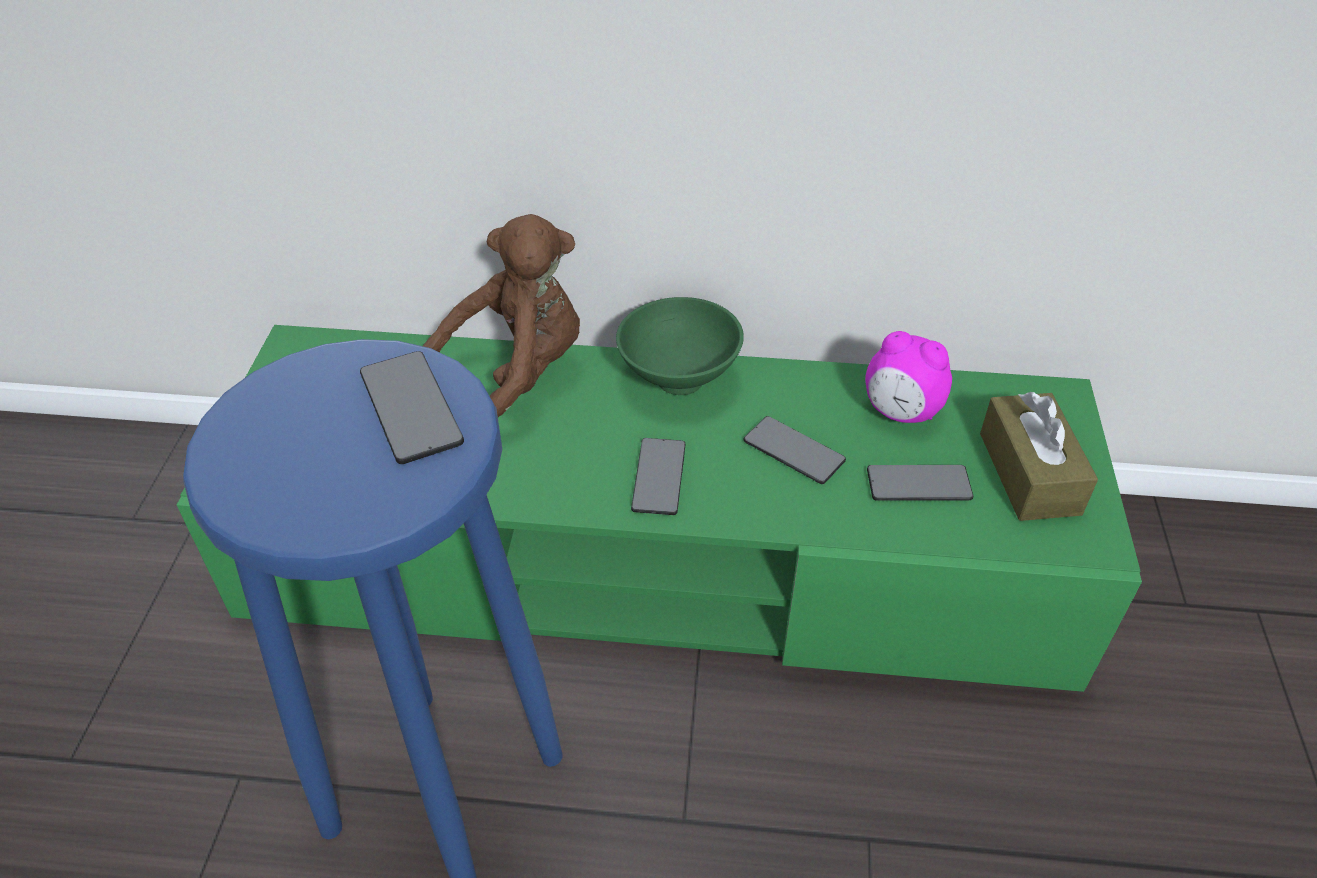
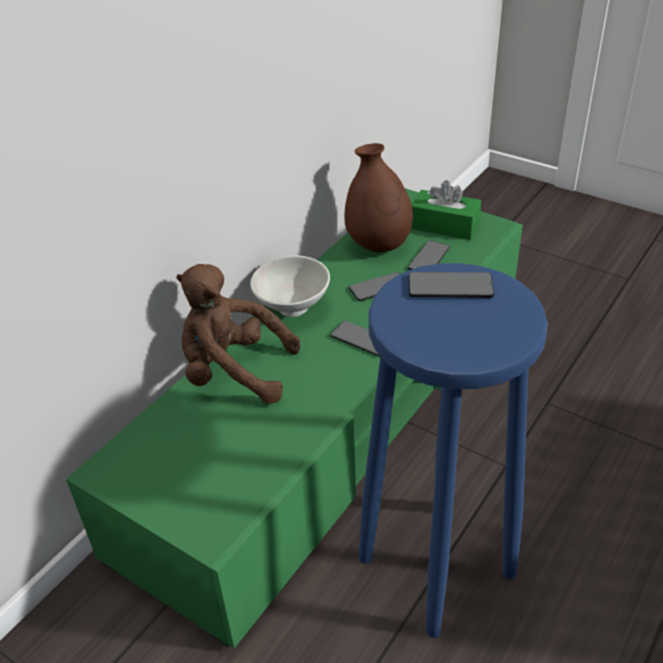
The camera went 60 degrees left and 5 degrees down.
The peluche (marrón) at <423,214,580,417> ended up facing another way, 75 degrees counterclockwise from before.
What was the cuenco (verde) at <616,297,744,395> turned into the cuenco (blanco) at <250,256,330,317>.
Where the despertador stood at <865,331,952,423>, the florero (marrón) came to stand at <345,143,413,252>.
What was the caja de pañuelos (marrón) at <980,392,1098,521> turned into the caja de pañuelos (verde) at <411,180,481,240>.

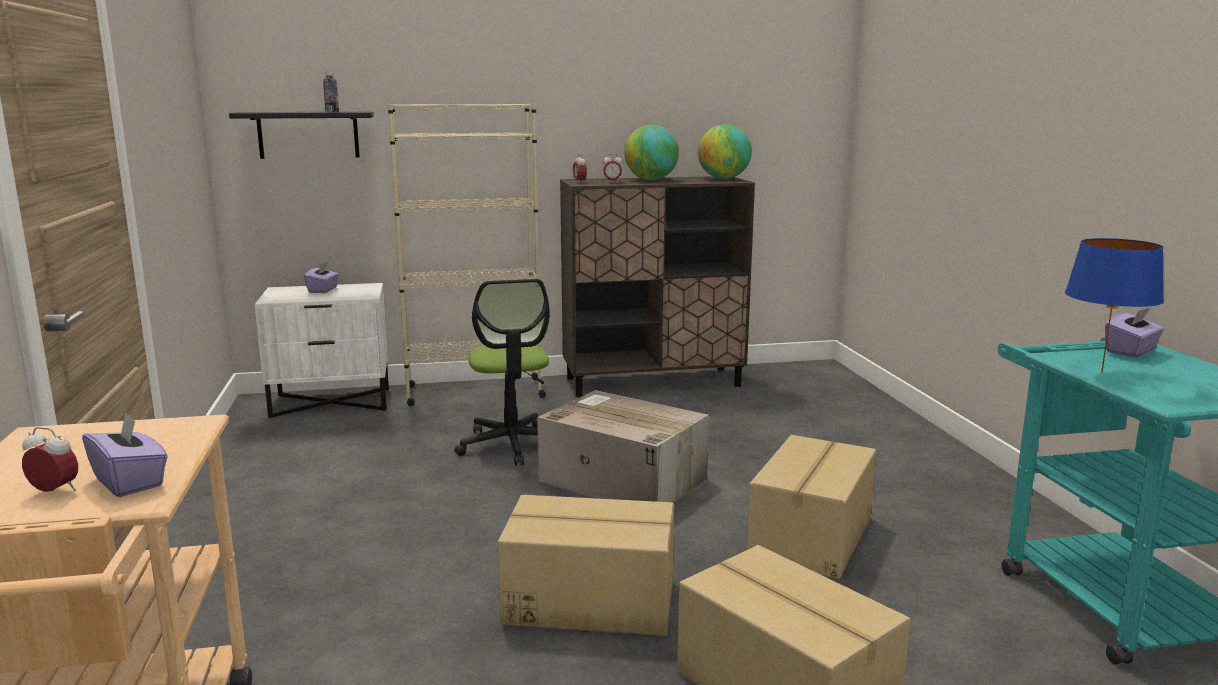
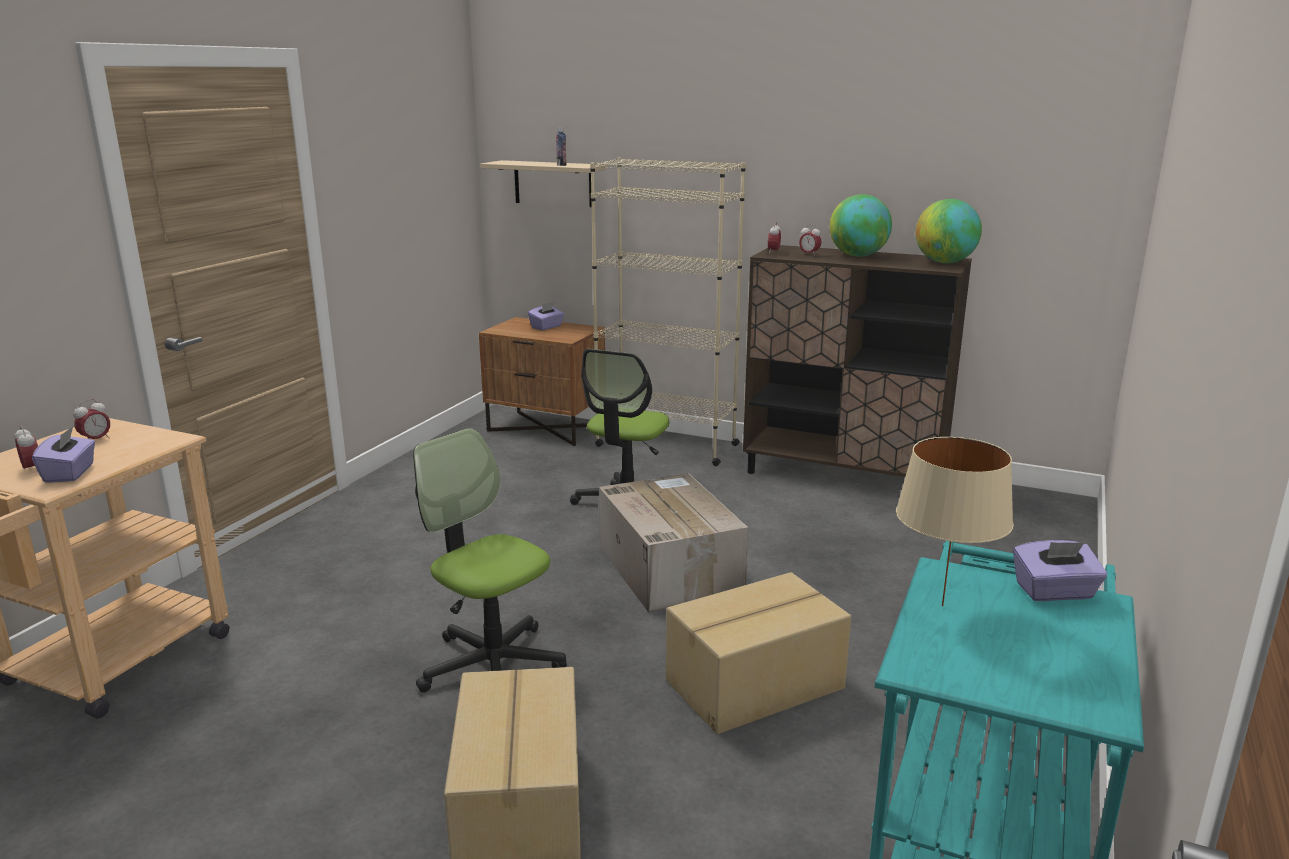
The camera went 35 degrees right and 5 degrees up.
What was the estante (negro) at <229,112,374,159> turned into the estante (beis) at <481,160,607,207>.
What was the lámpara de mesa (azul) at <1065,238,1164,373> turned into the lámpara de mesa (beis) at <896,437,1014,606>.
What was the mesita de noche (blanco) at <255,283,389,418> turned into the mesita de noche (marrón) at <479,317,605,446>.
Where the caja de cartón stood at <498,495,674,636>, the silla de oficina came to stand at <413,428,567,693>.
The second view gained the despertador at <73,399,110,439>.

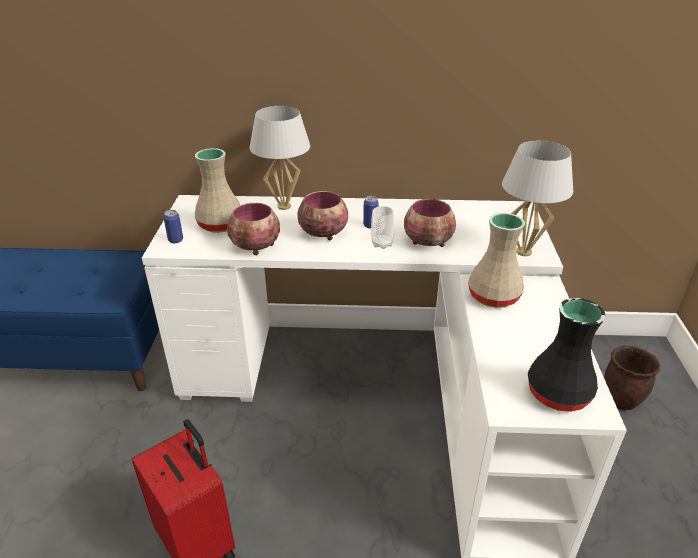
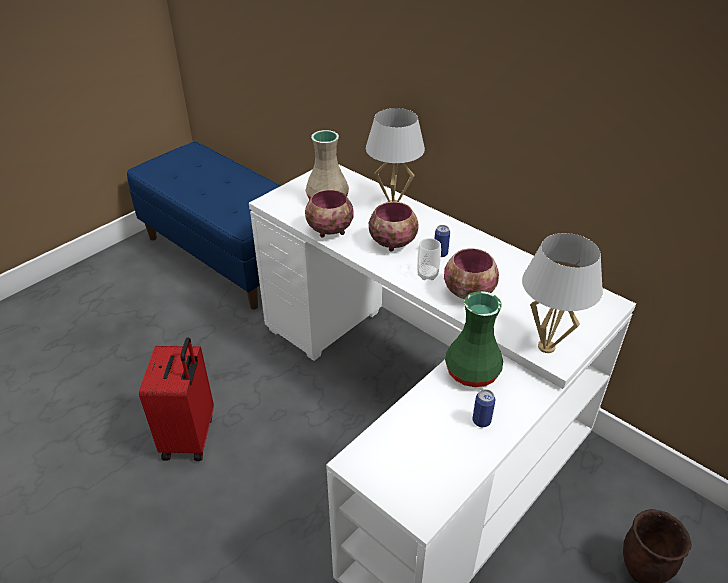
The camera went 40 degrees right and 5 degrees up.
The lata ended up elsewhere, having gone from <163,210,183,243> to <472,389,496,427>.
What was the florero (beis) at <468,213,525,308> turned into the florero (verde) at <445,291,503,387>.
The second view lost the florero (negro) at <528,298,606,412>.

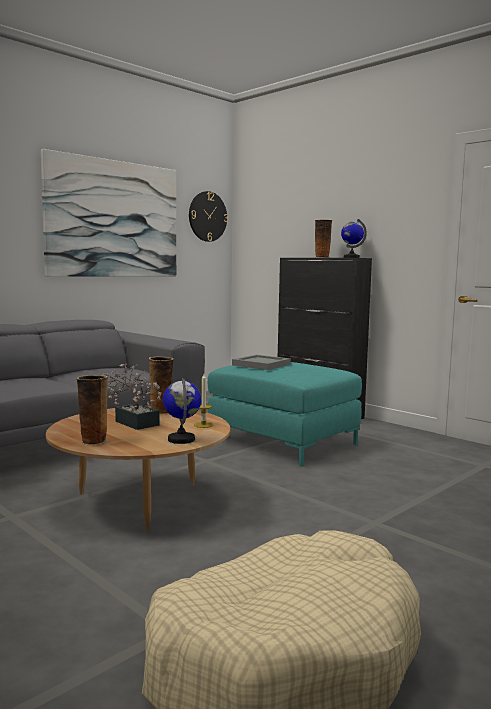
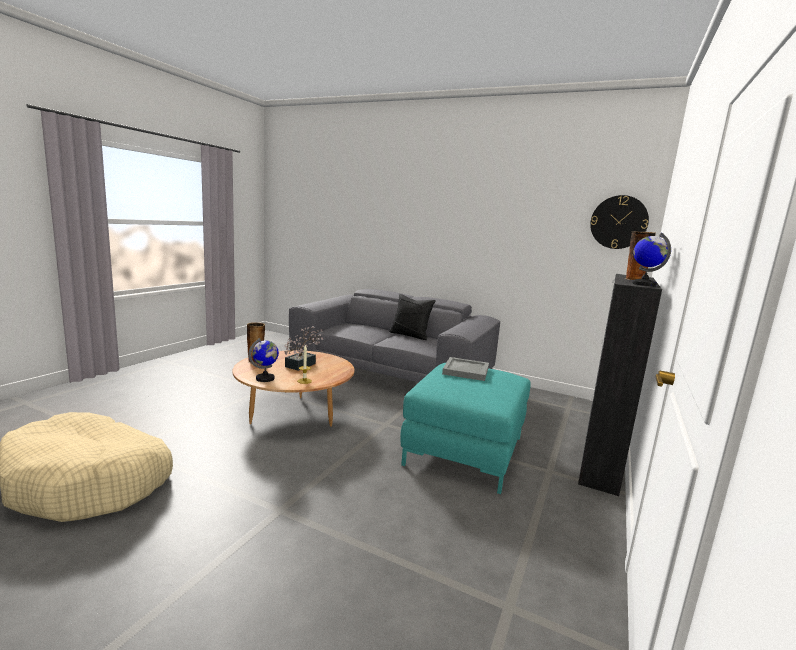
The camera went 70 degrees right and 5 degrees up.
The second view lost the cuadro at <41,149,176,277>.
The second view lost the florero at <149,356,174,414>.
The second view gained the cojín (negro) at <389,294,436,340>.

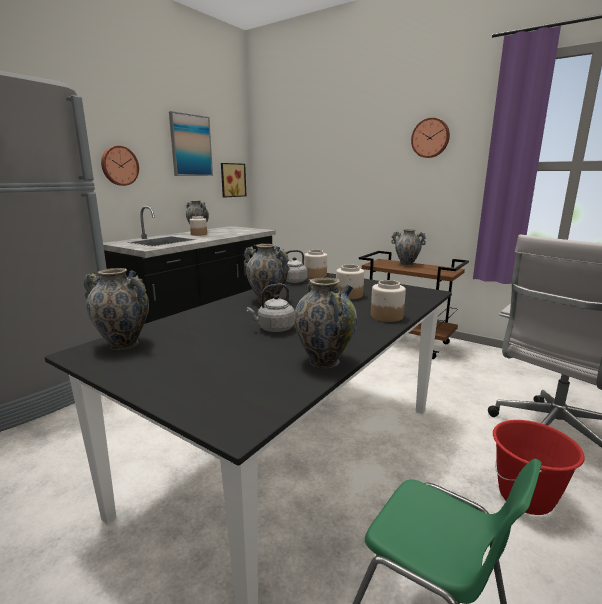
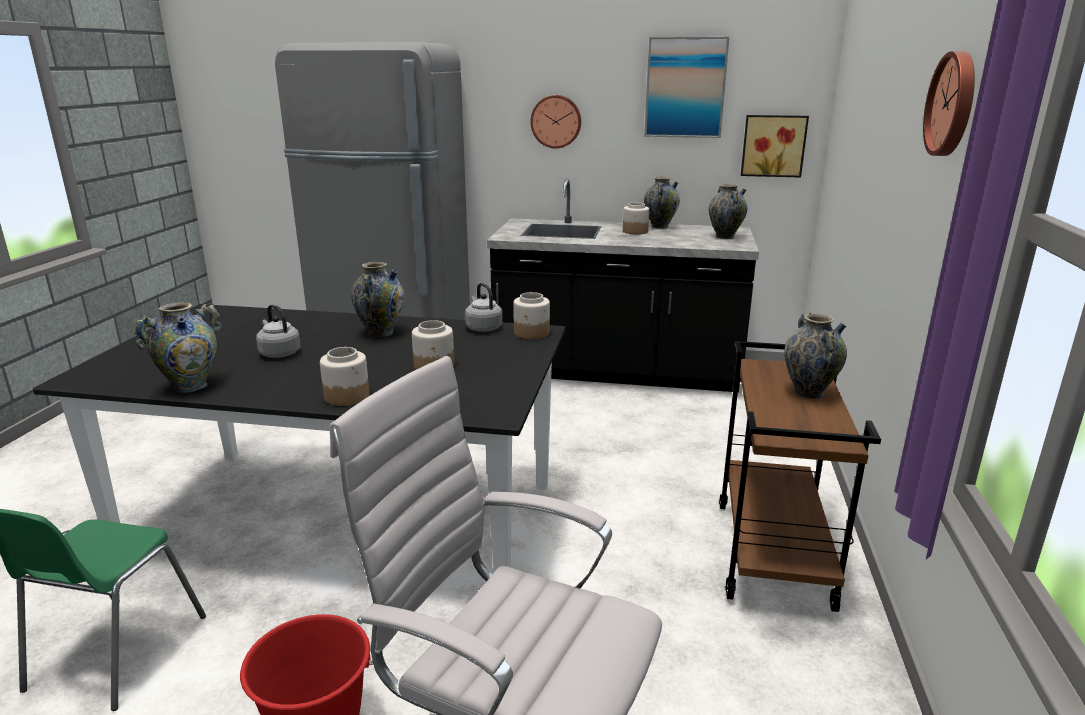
The camera went 65 degrees right and 5 degrees up.
The florero ended up elsewhere, having gone from <84,268,149,350> to <709,184,747,239>.

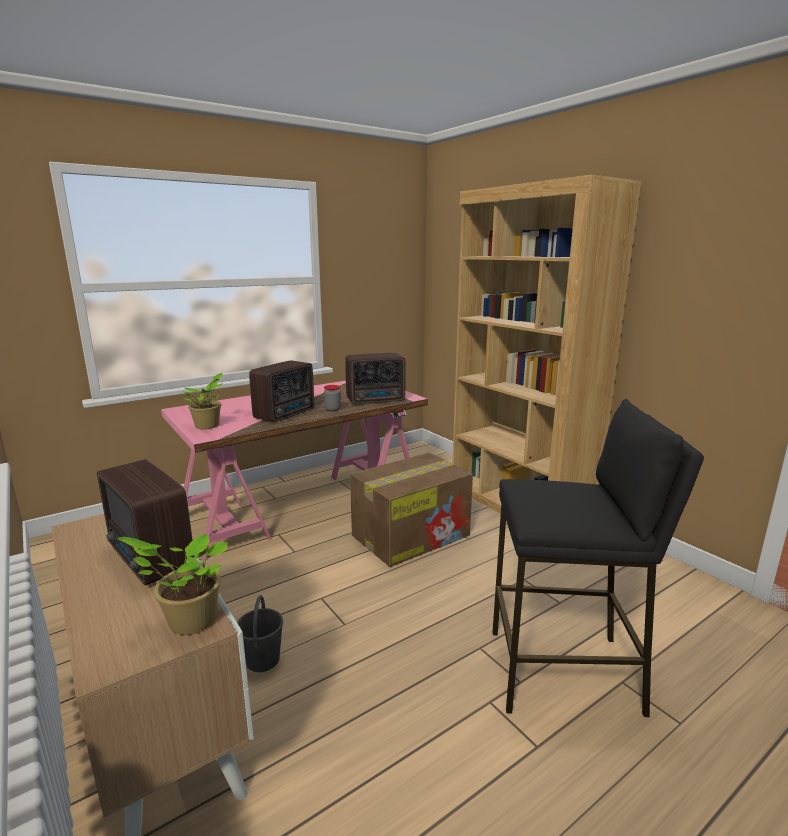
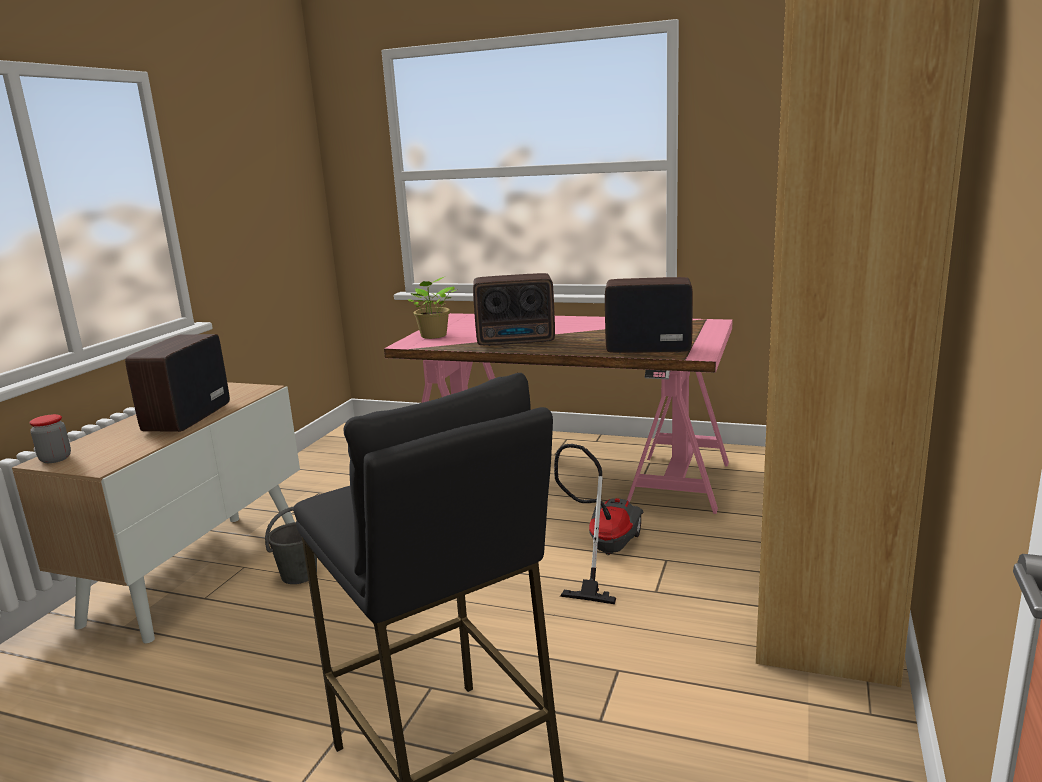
The camera went 55 degrees right and 0 degrees up.
The radio at <345,353,406,404> ended up facing another way, 150 degrees clockwise from before.
The tarro ended up elsewhere, having gone from <324,385,341,411> to <29,414,71,463>.
Where the caja de cartón stood at <350,453,473,567>, the aspiradora came to stand at <554,444,644,604>.
The second view lost the planta en maceta at <117,533,228,635>.

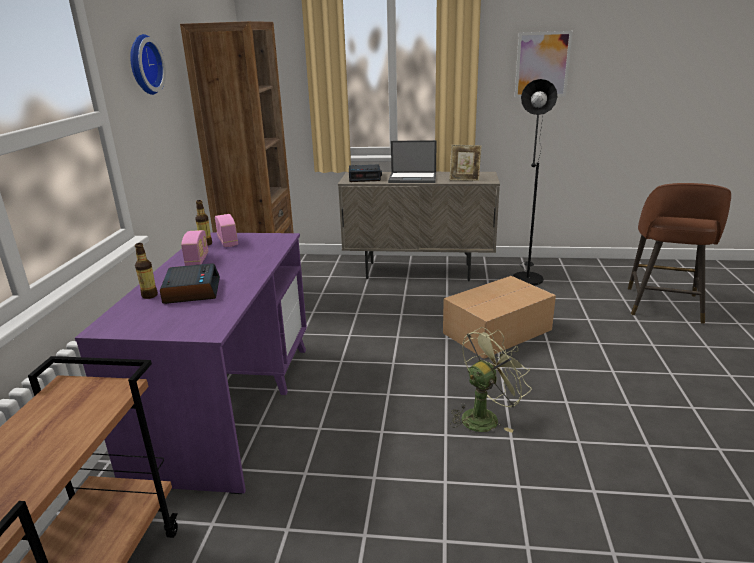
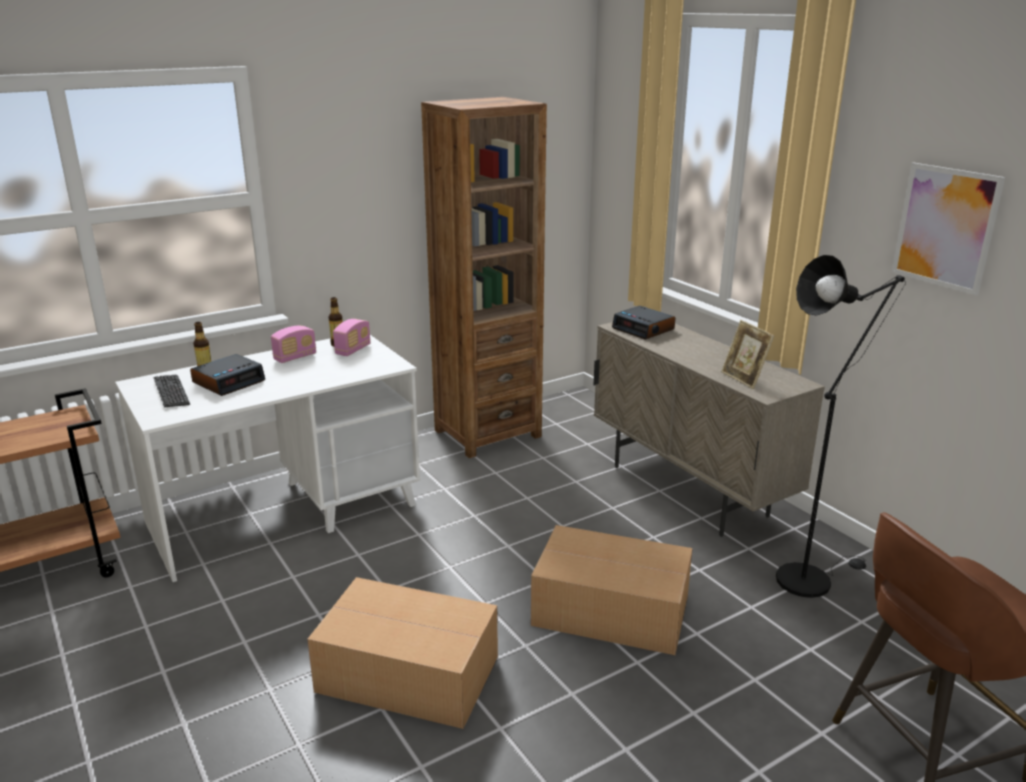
The camera went 50 degrees right and 0 degrees up.
The second view lost the reloj de pared at <130,34,166,95>.
The second view lost the portátil at <388,140,437,183>.
What was the escritorio (morado) at <75,232,307,494> turned into the escritorio (blanco) at <115,335,421,582>.
Where the ventilador (verde) stood at <450,327,531,433>, the caja de cartón came to stand at <307,577,498,729>.
The second view gained the teclado at <154,375,190,407>.

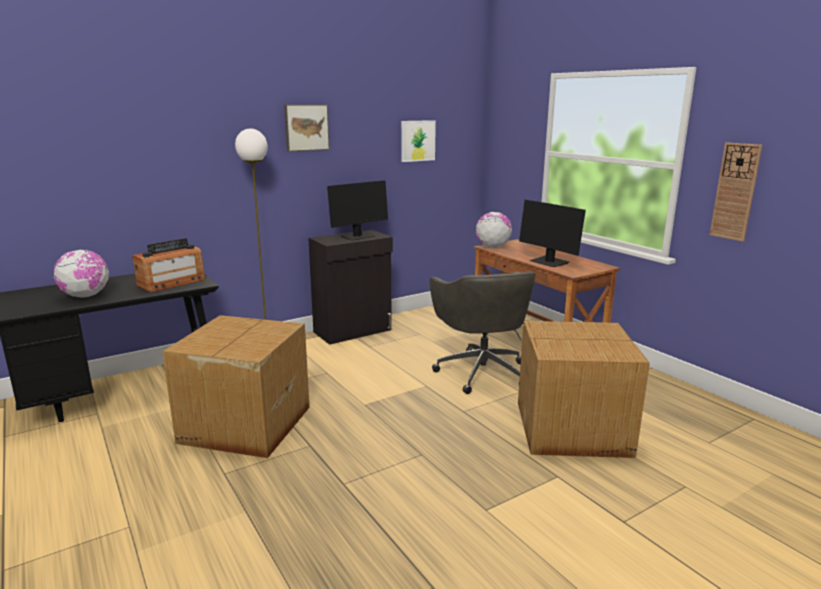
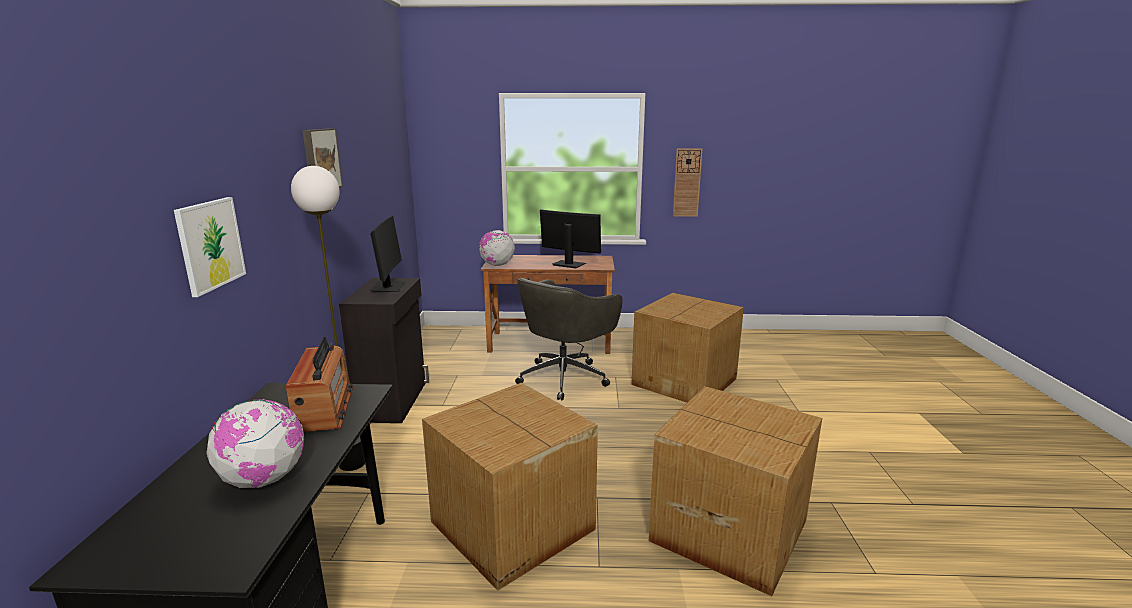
The camera went 55 degrees left and 0 degrees up.
The cuadro ended up elsewhere, having gone from <401,120,436,162> to <174,197,246,297>.
The monitor at <519,200,586,267> ended up facing another way, 150 degrees counterclockwise from before.
The silla de oficina (gris) at <430,272,536,394> ended up facing another way, 105 degrees clockwise from before.
The second view gained the caja de cartón at <649,386,822,596>.

